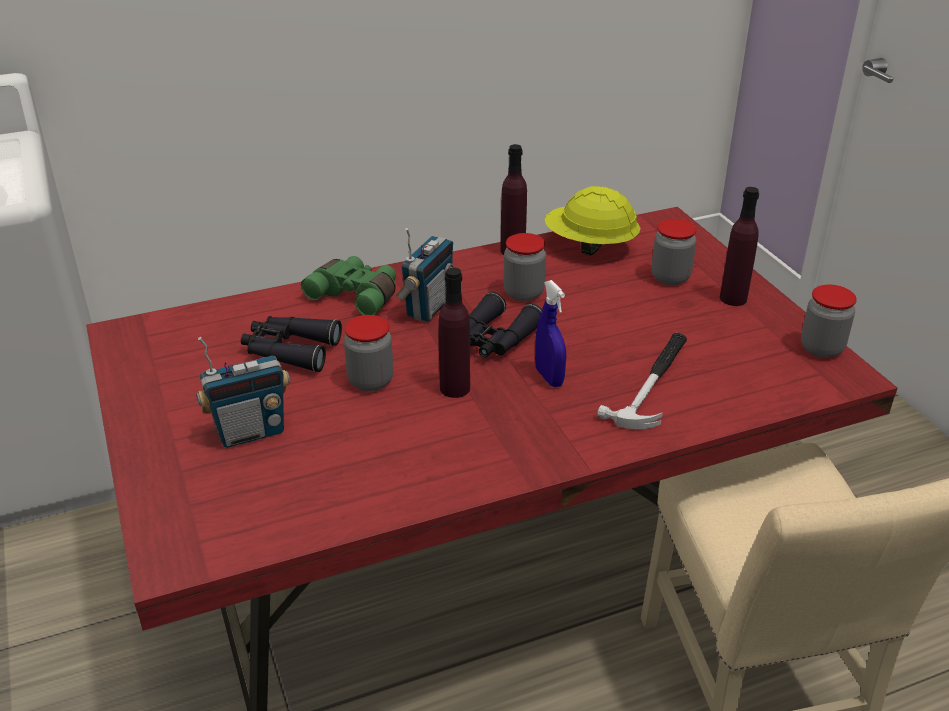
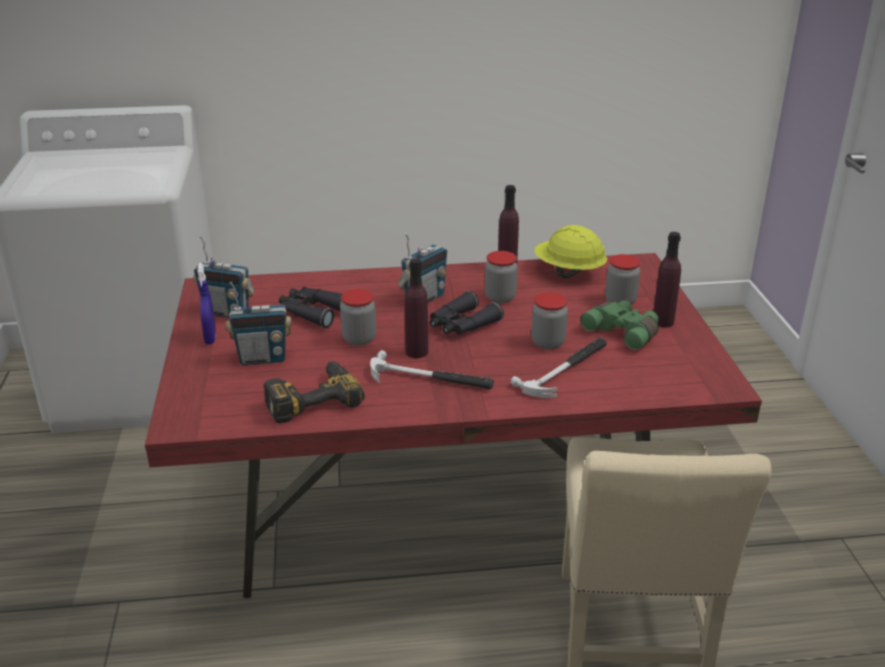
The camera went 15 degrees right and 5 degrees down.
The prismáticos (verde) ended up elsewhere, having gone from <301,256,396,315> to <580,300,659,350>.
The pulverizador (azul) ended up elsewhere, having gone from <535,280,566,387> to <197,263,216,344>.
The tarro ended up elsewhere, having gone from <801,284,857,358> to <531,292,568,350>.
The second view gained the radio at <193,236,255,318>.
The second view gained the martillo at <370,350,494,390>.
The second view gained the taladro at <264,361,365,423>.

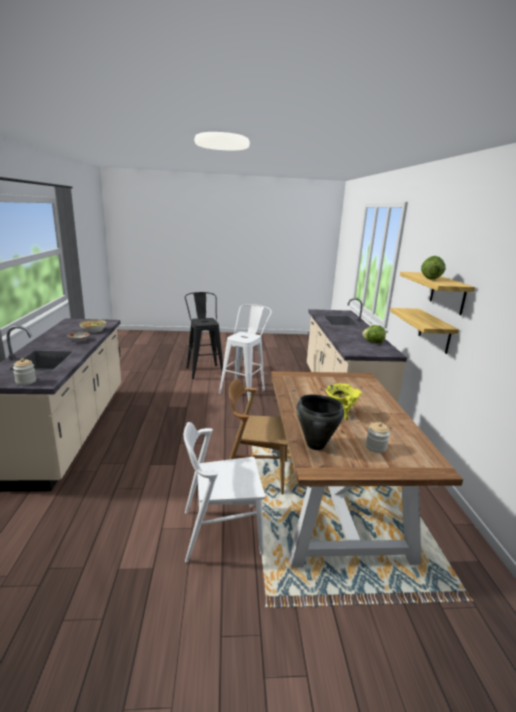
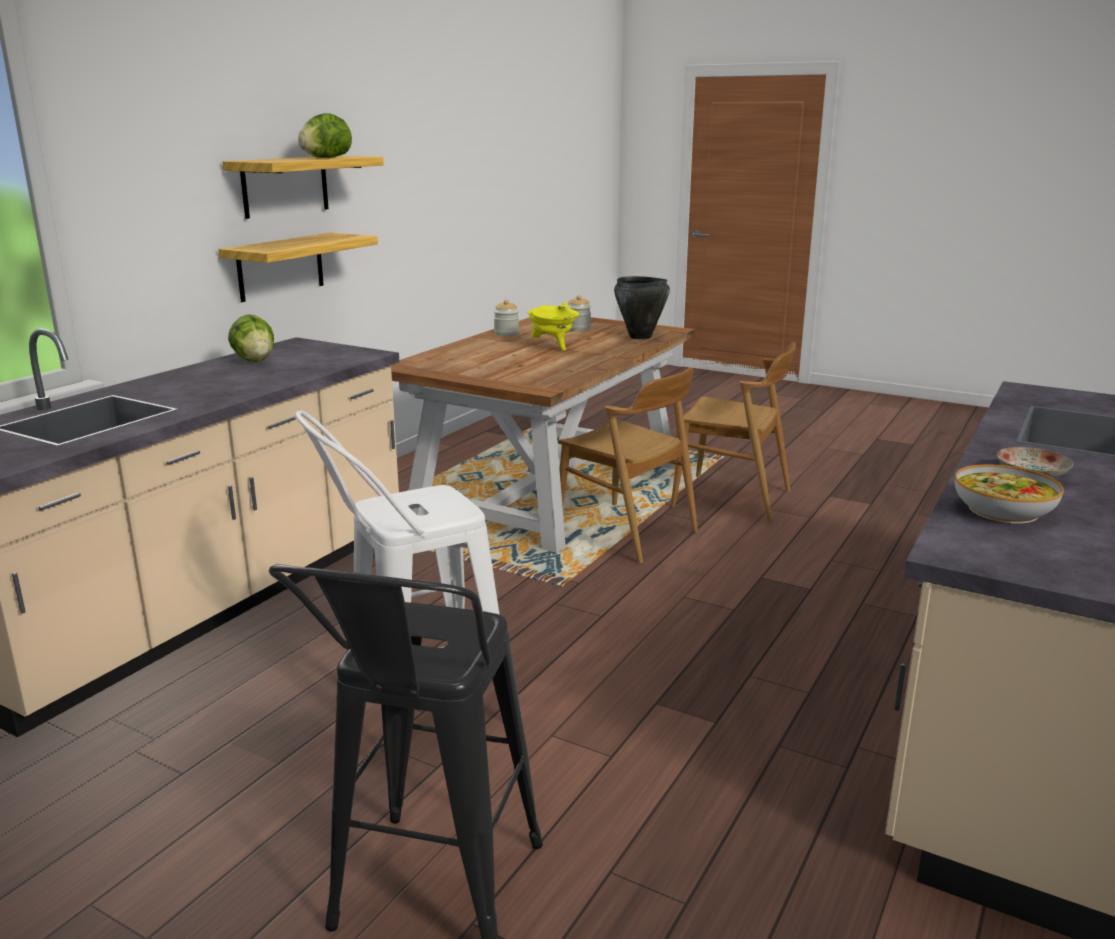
The camera went 145 degrees left and 0 degrees up.
The tarro ended up elsewhere, having gone from <13,358,36,385> to <494,300,519,336>.
What was the silla (blanco) at <184,422,266,563> turned into the silla (marrón) at <671,342,796,522>.

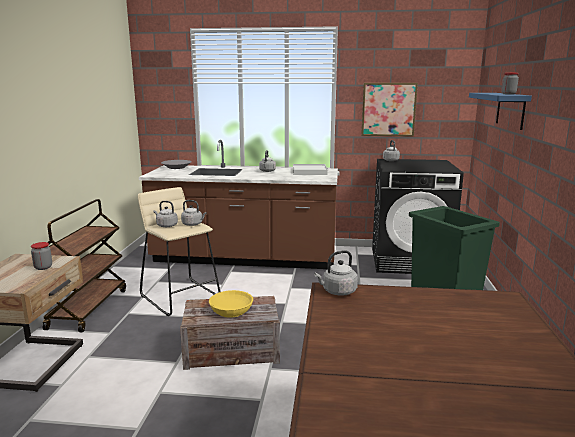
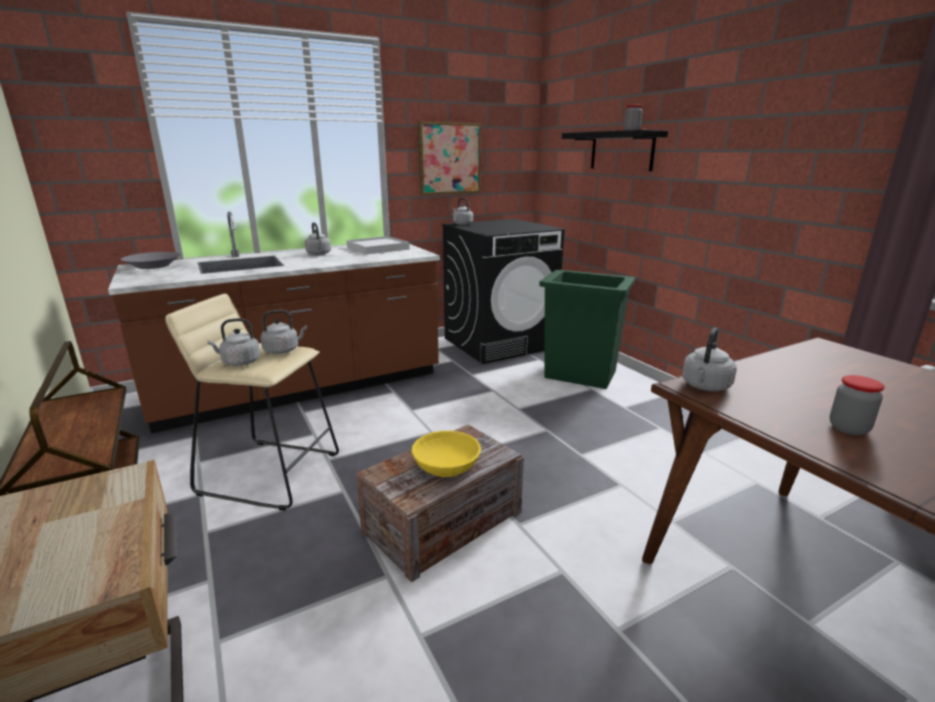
The camera went 35 degrees left and 5 degrees up.
What was the estante (azul) at <469,93,532,130> turned into the estante (negro) at <562,130,668,171>.
The tarro ended up elsewhere, having gone from <31,242,52,270> to <829,375,885,435>.

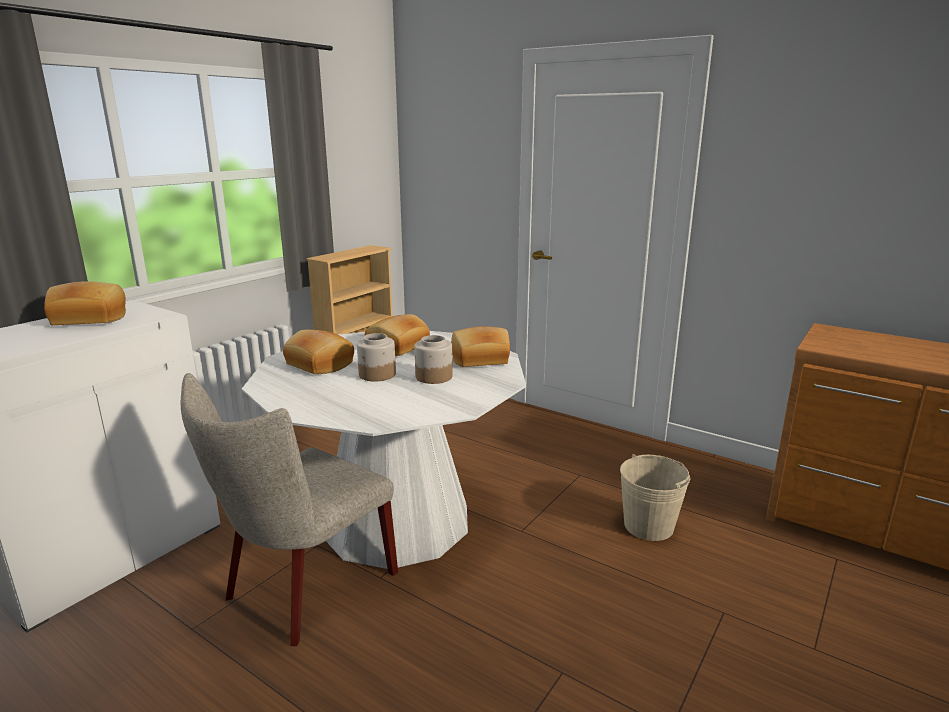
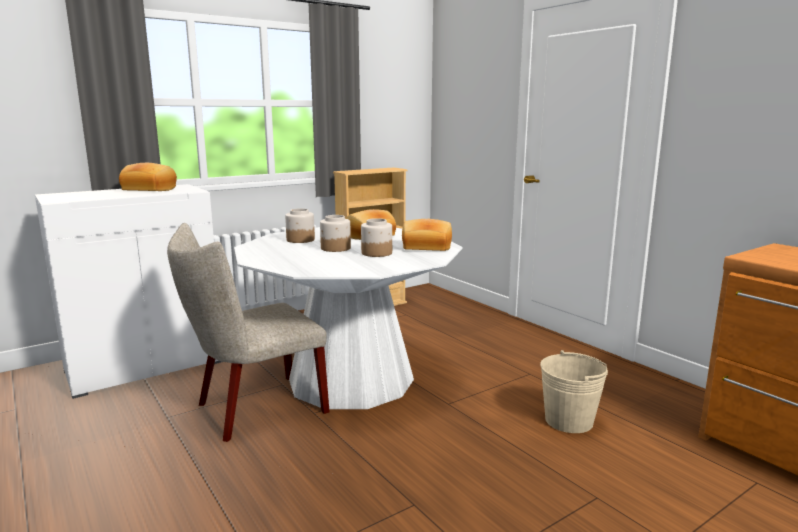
The camera went 20 degrees right and 5 degrees down.
Where the pan stood at <283,330,354,374>, the tarro came to stand at <285,208,315,243>.

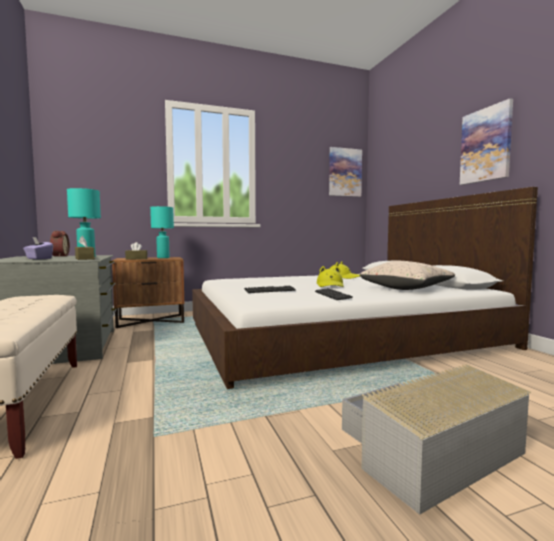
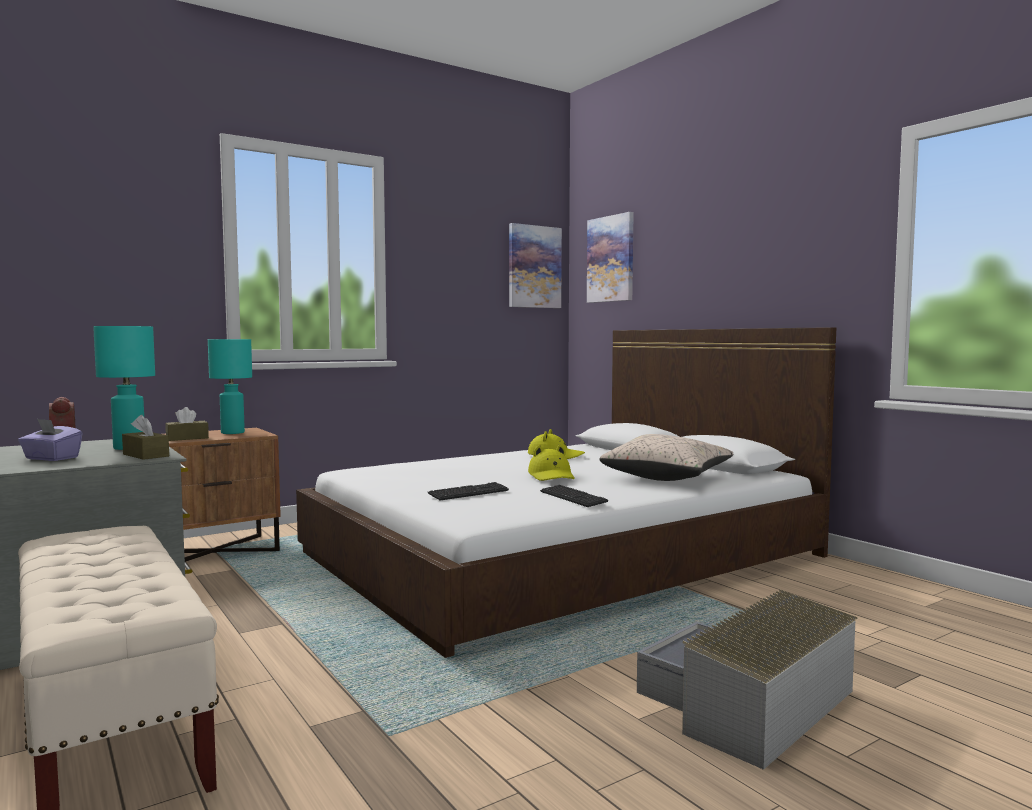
The camera went 15 degrees left and 0 degrees up.
The cuadro ended up elsewhere, having gone from <460,98,513,185> to <587,212,634,303>.

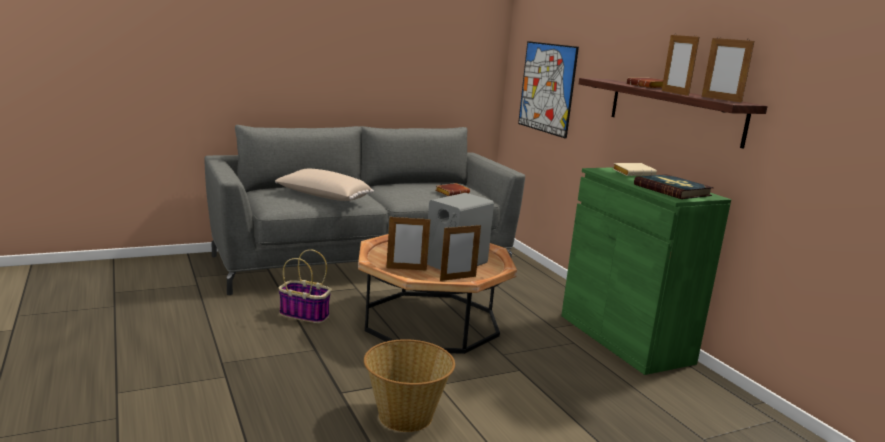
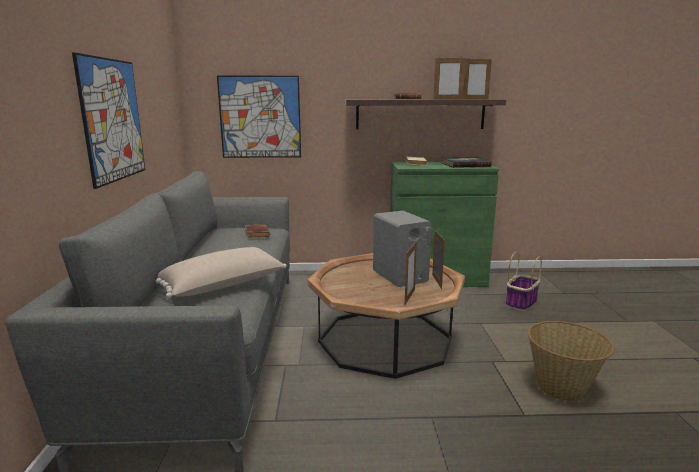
The camera went 65 degrees left and 0 degrees up.
The cesta ended up elsewhere, having gone from <279,249,331,323> to <506,252,542,311>.
The second view gained the cuadro at <72,52,145,189>.

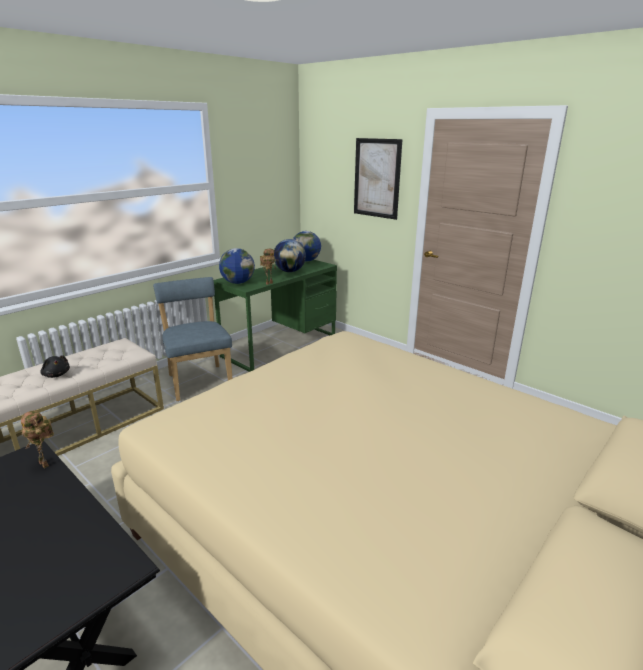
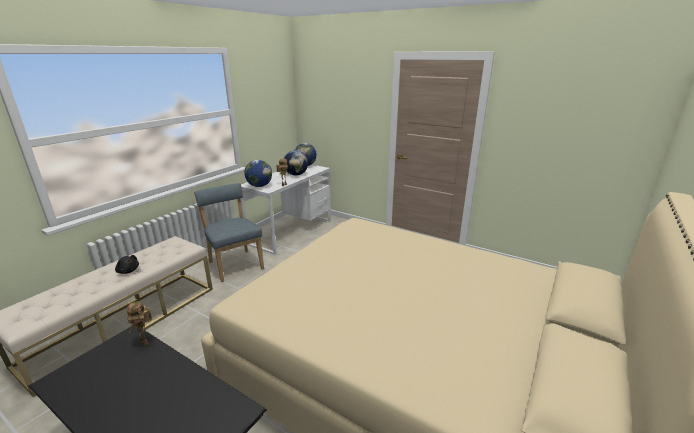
The camera went 10 degrees left and 0 degrees up.
The second view lost the cuadro at <354,138,403,220>.
What was the escritorio (verde) at <214,260,337,372> turned into the escritorio (blanco) at <240,165,331,255>.

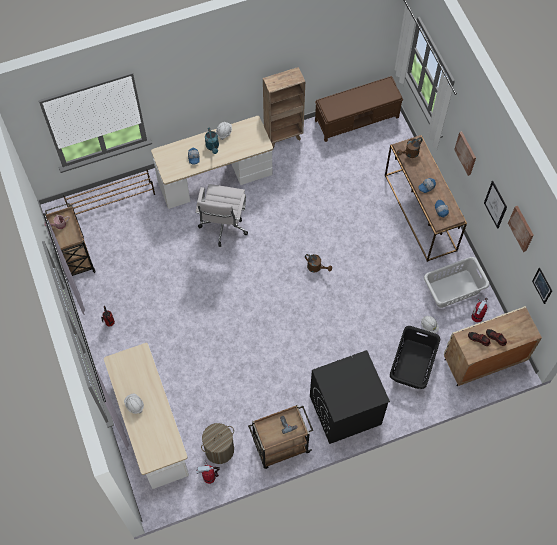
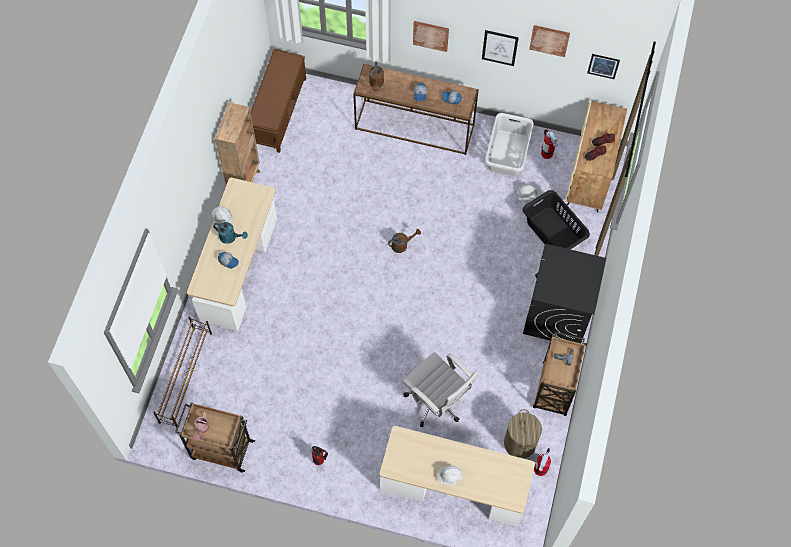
The camera went 55 degrees left and 0 degrees up.
The silla de oficina (blanco) ended up elsewhere, having gone from <195,184,248,247> to <402,352,478,427>.

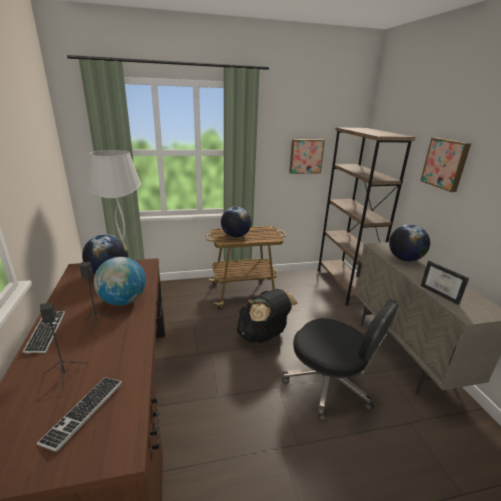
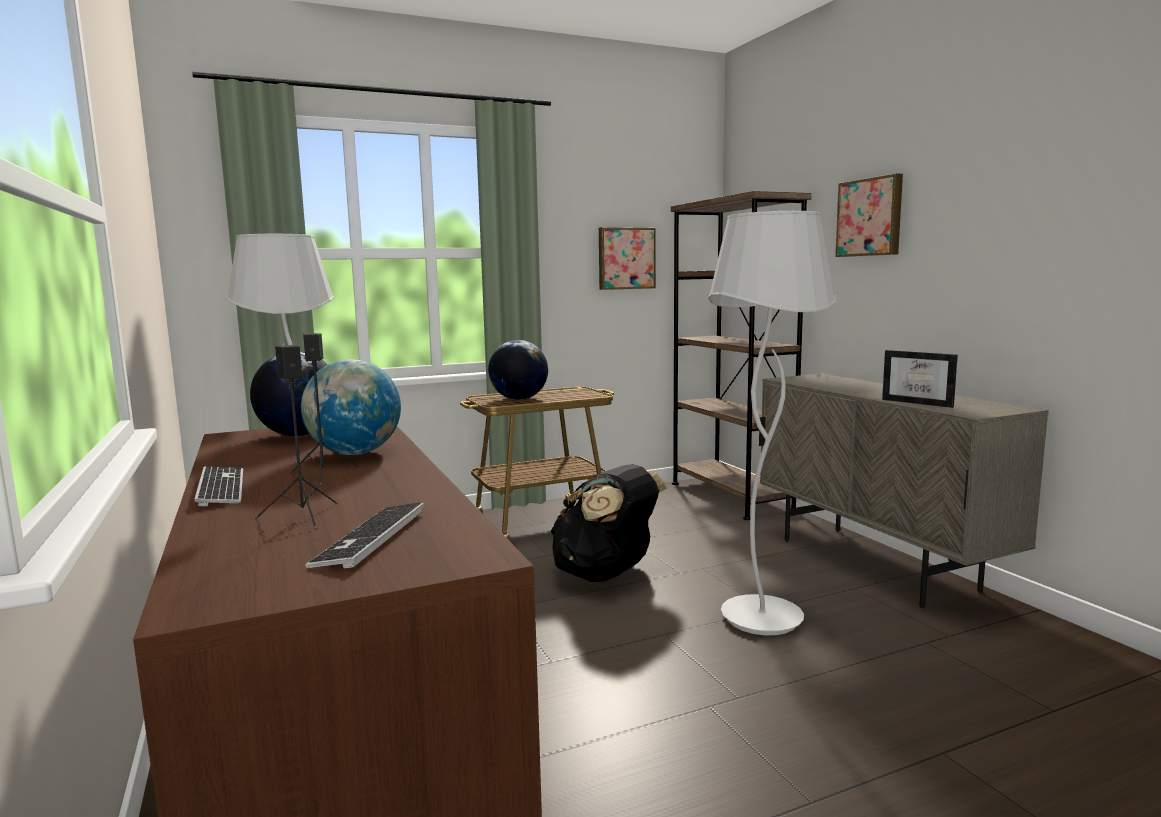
The camera went 10 degrees left and 15 degrees down.
The second view lost the globo terráqueo at <389,224,430,261>.
Where the silla de oficina (negro) stood at <282,299,398,421>, the lámpara de pie (blanco) came to stand at <708,211,836,635>.

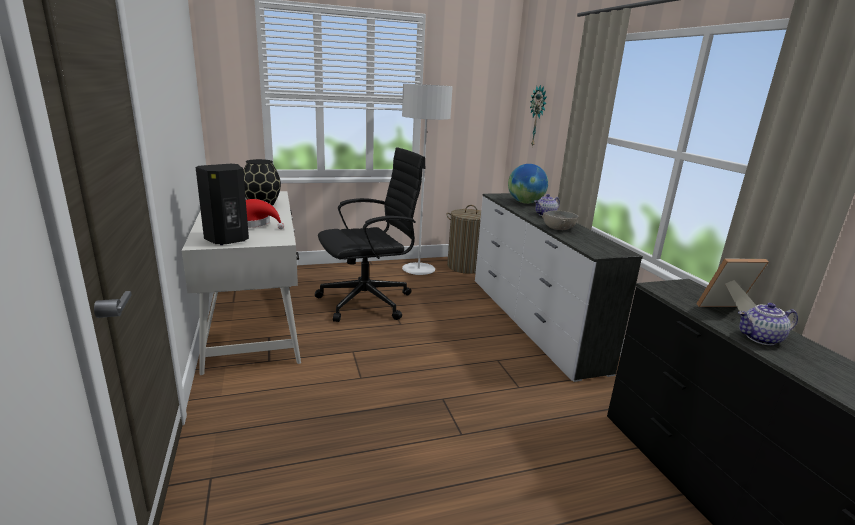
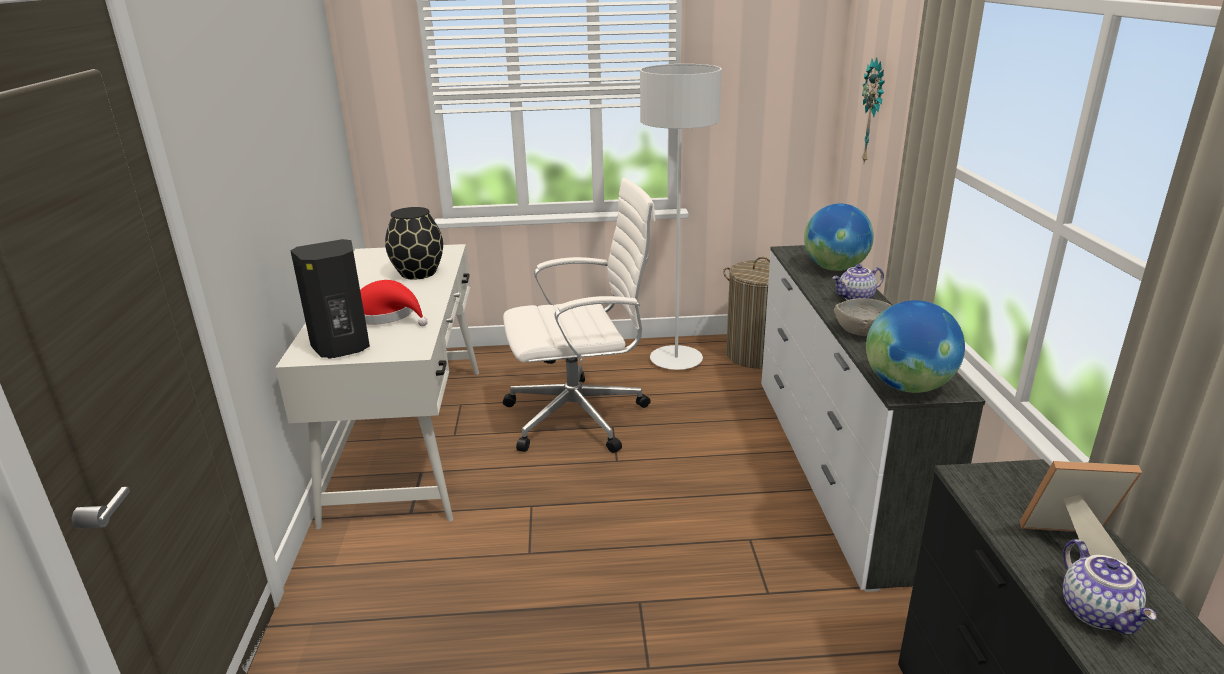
The camera went 15 degrees right and 5 degrees up.
What was the silla de oficina (negro) at <315,147,426,322> turned into the silla de oficina (blanco) at <503,178,656,453>.
The tetera at <738,303,798,345> ended up facing another way, 105 degrees counterclockwise from before.
The second view gained the globo terráqueo at <866,300,965,393>.

